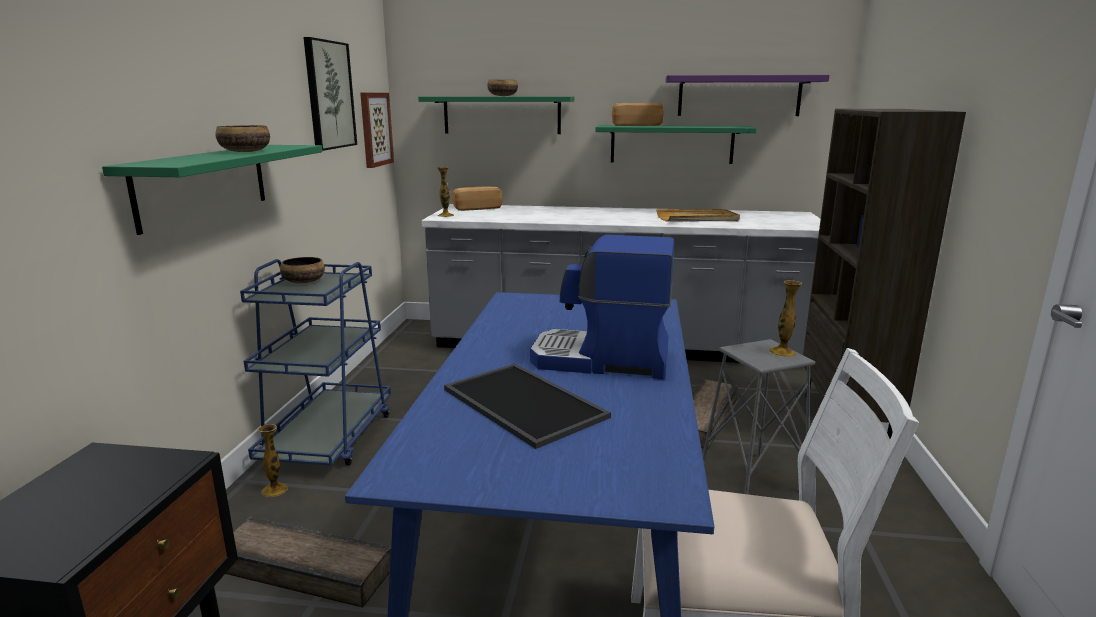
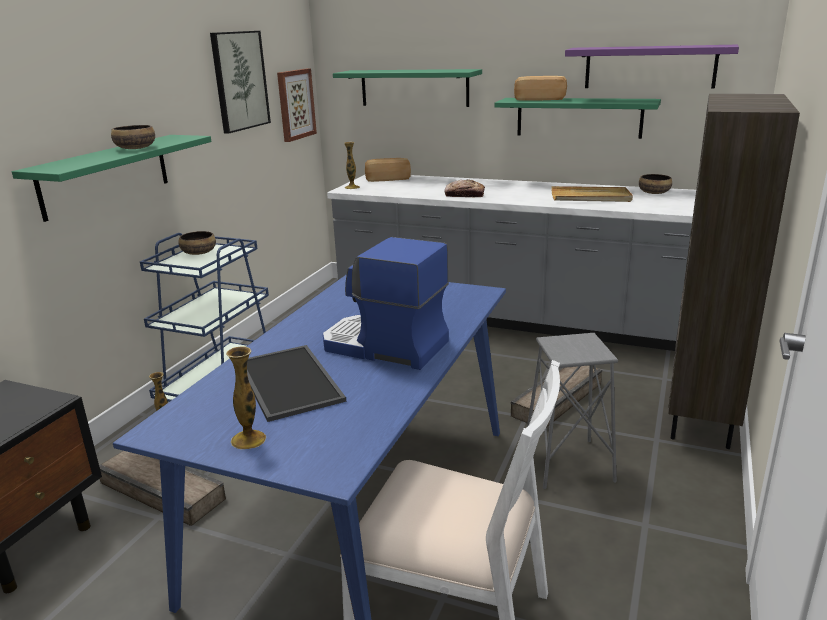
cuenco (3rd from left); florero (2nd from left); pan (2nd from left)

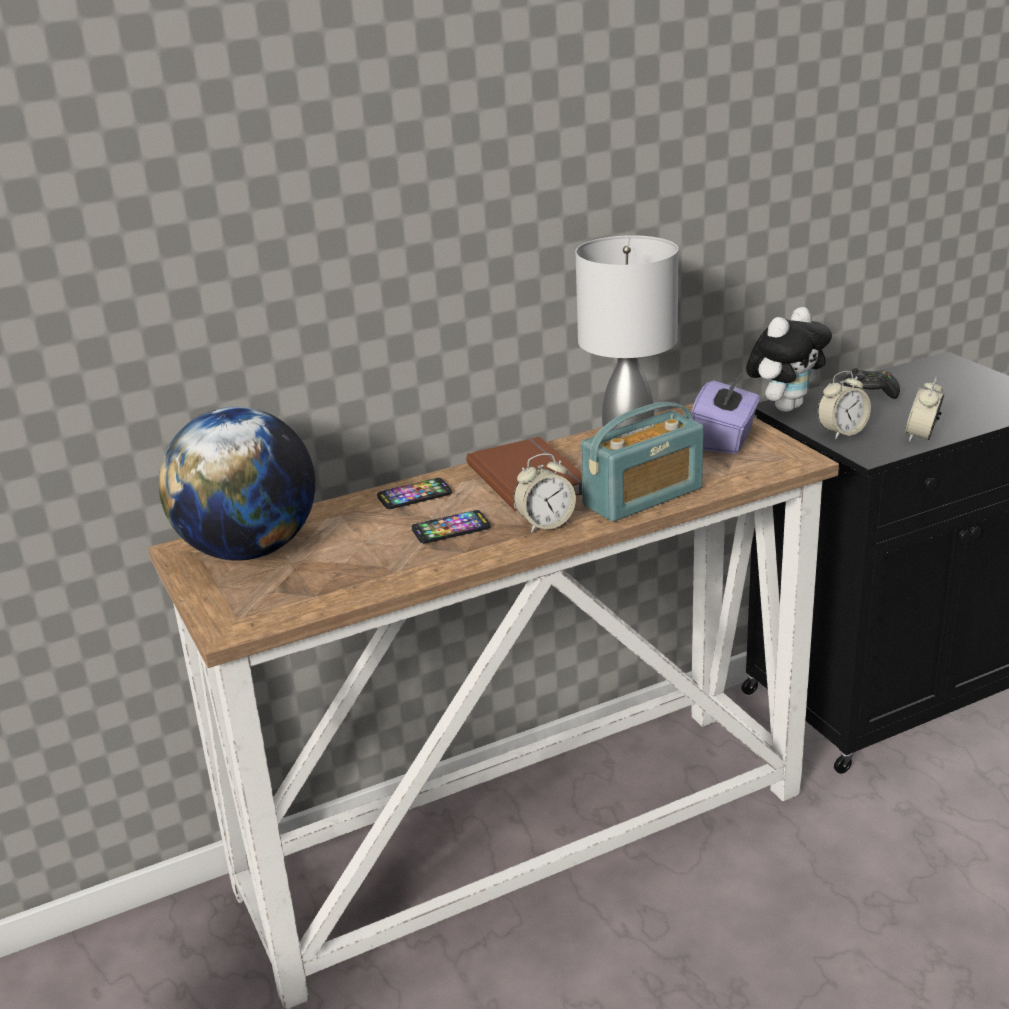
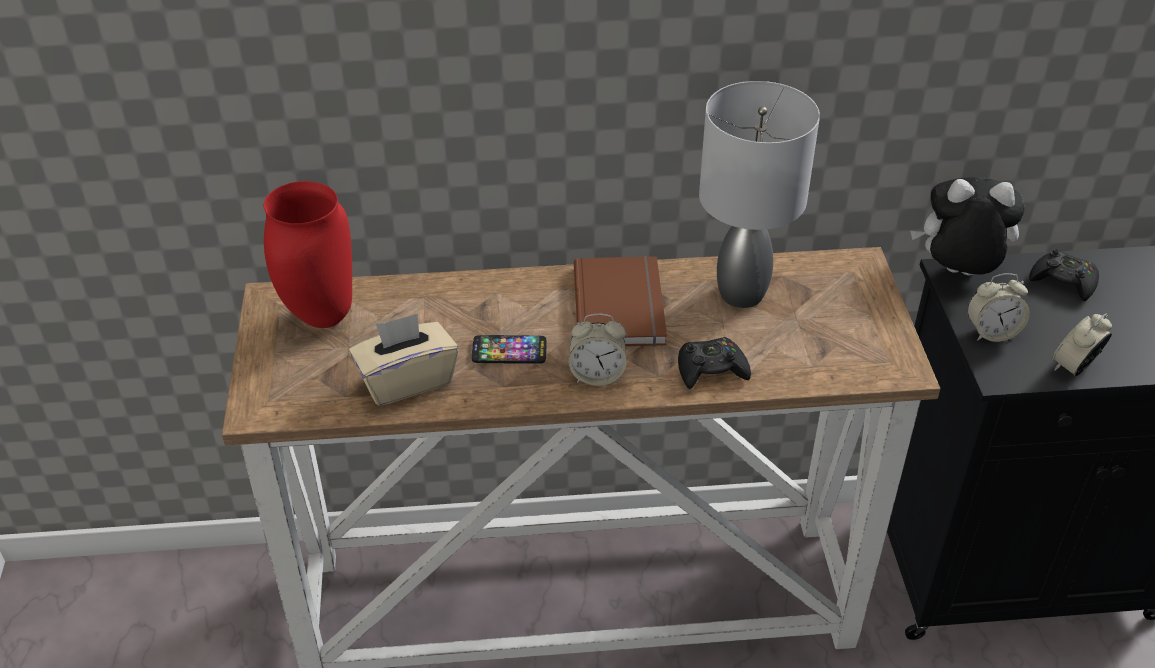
florero (rojo); móvil (1st from left in the first image); mando de consola (negro) (1st from left); caja de pañuelos (morado); peluche; caja de pañuelos (beis)

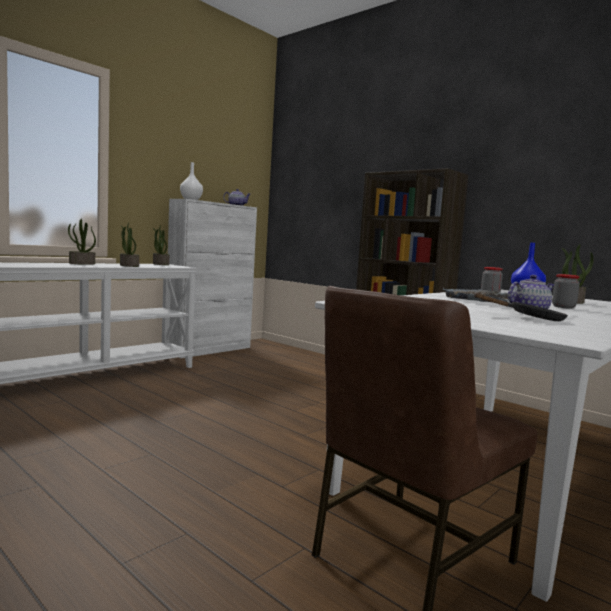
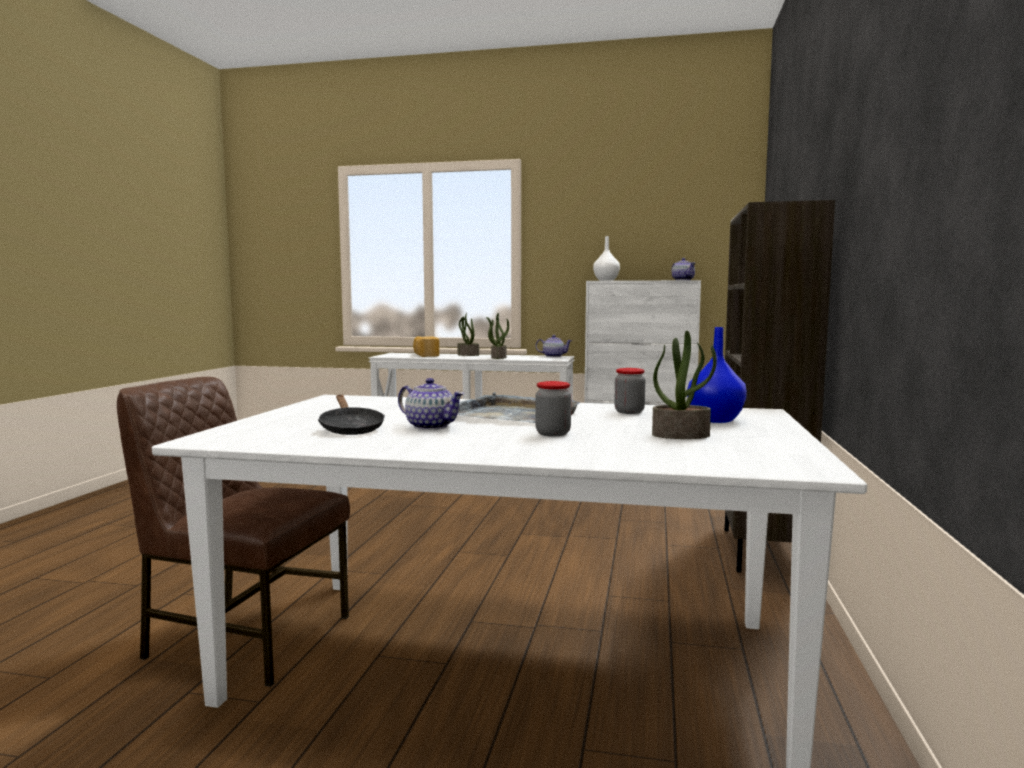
tetera (2nd from left); pan

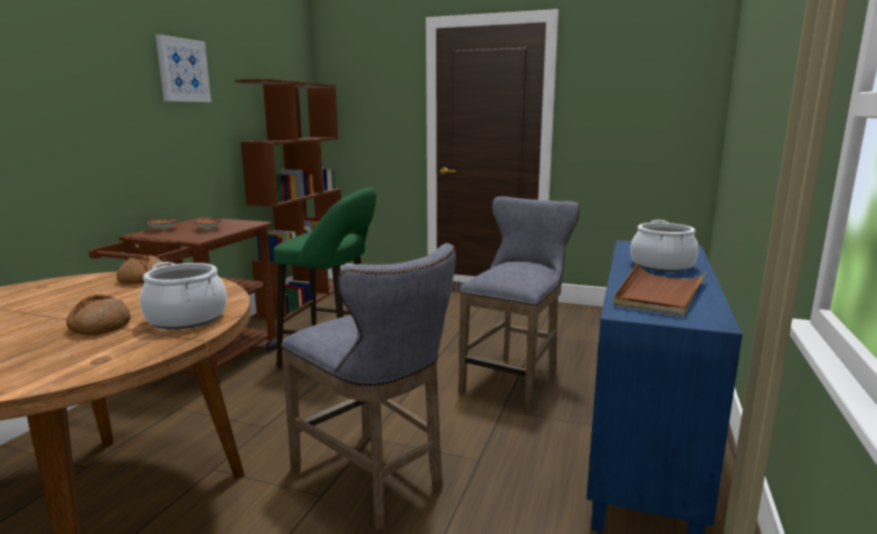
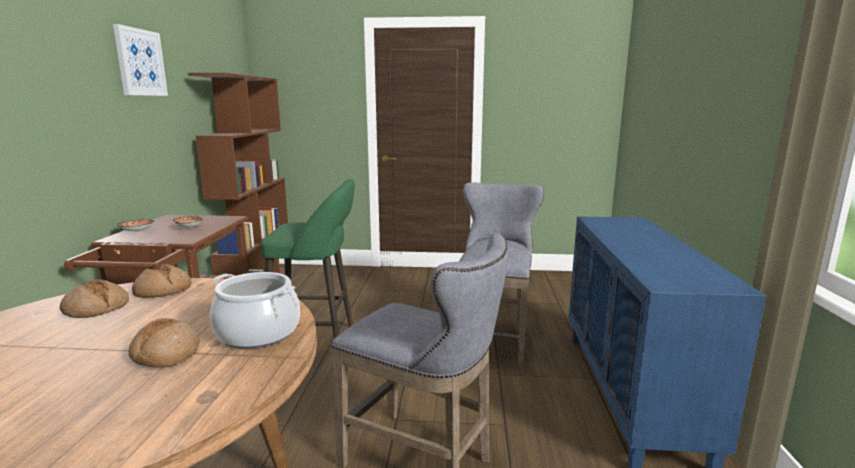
bandeja (marrón); olla (2nd from left in the first image); pan (1st from left)

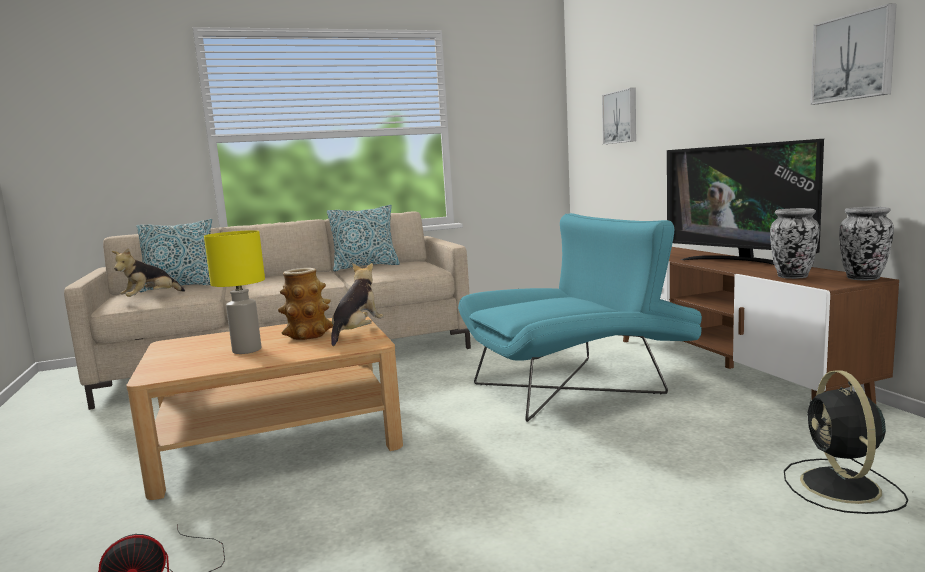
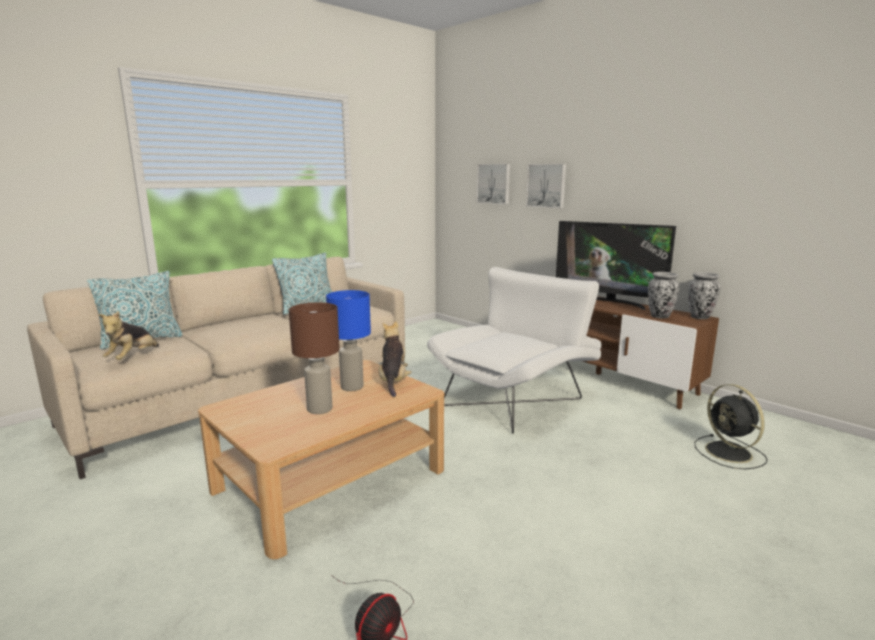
lámpara de mesa (marrón); lámpara de mesa (azul); sillón (blanco); cuadro (2nd from left)

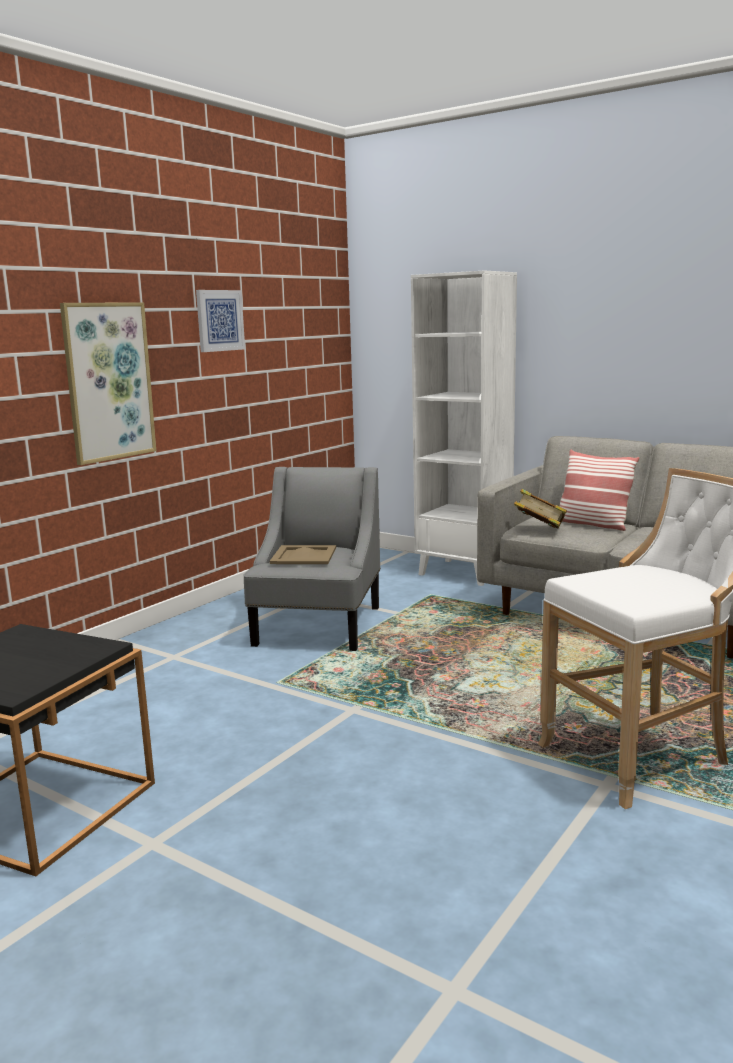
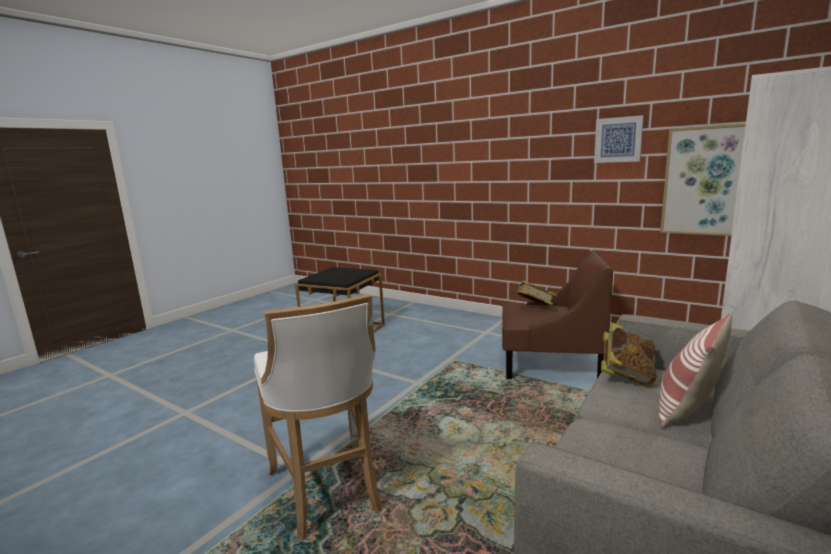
cuadro (2nd from left); sillón (marrón); libro (1st from left)

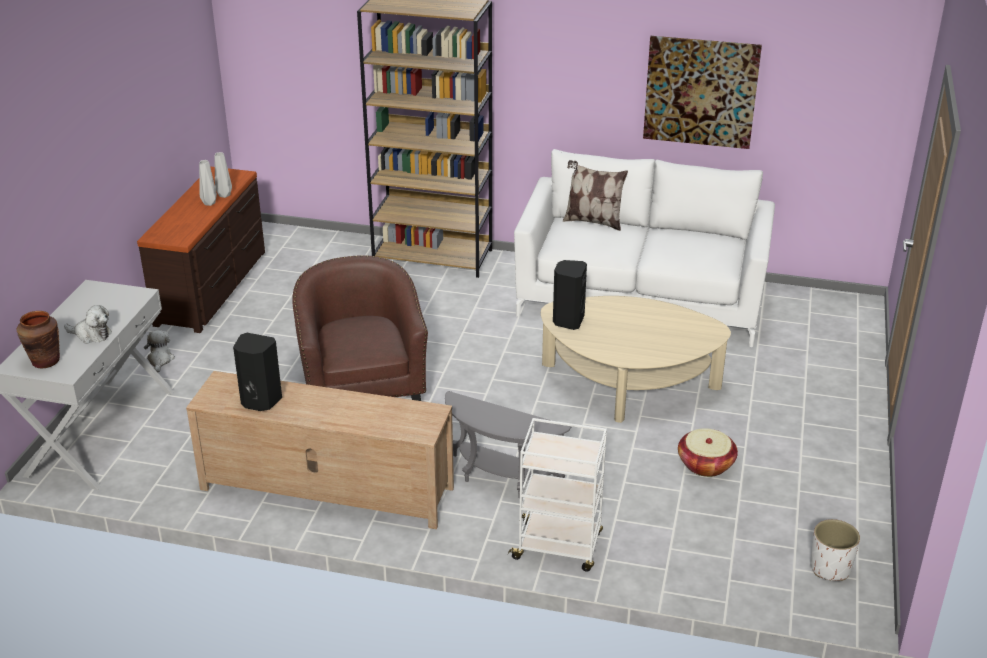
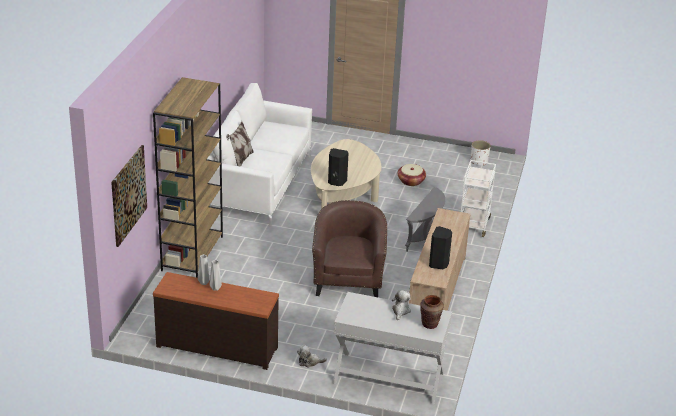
sillón (marrón); cuadro

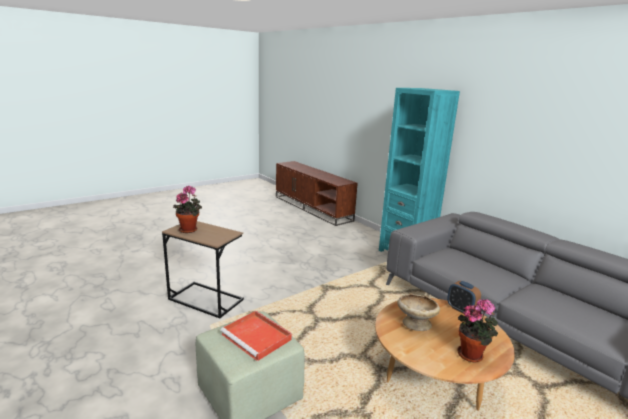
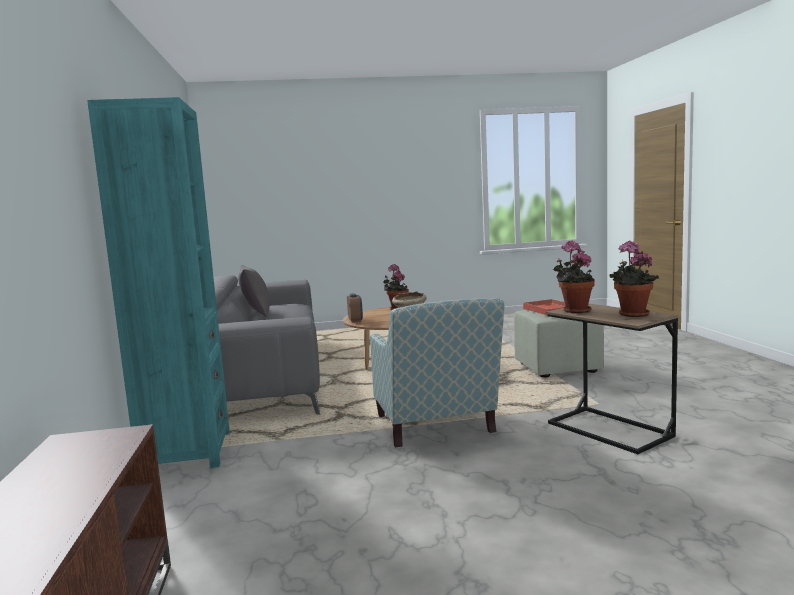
cojín (gris); sillón; planta en maceta (2nd from left)

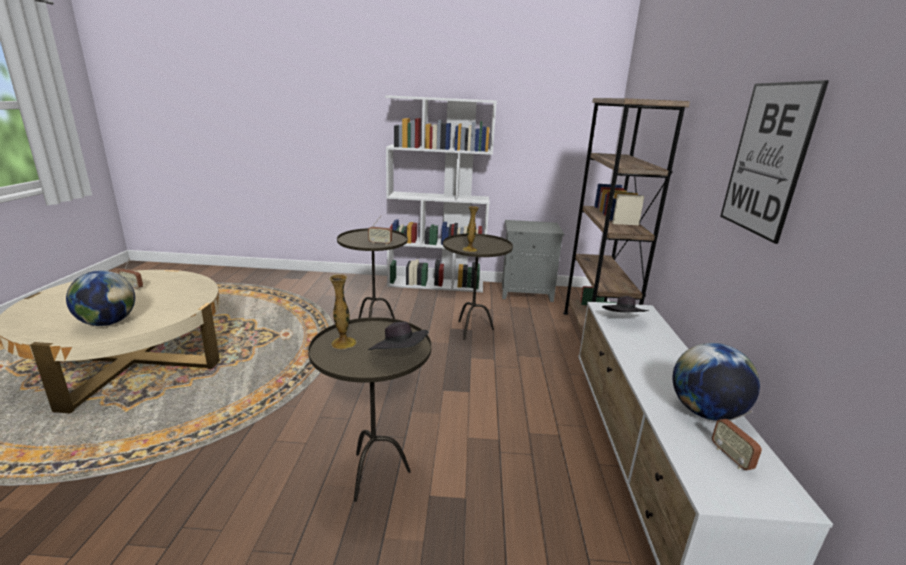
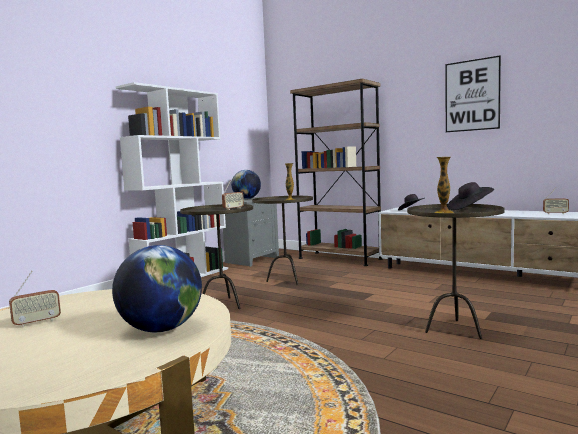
globo terráqueo (2nd from left)

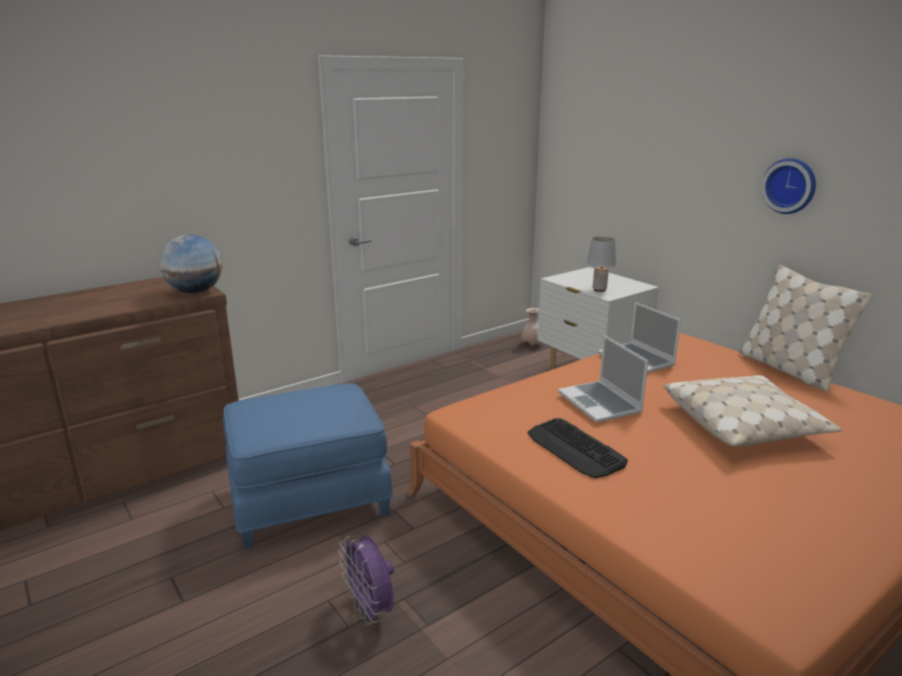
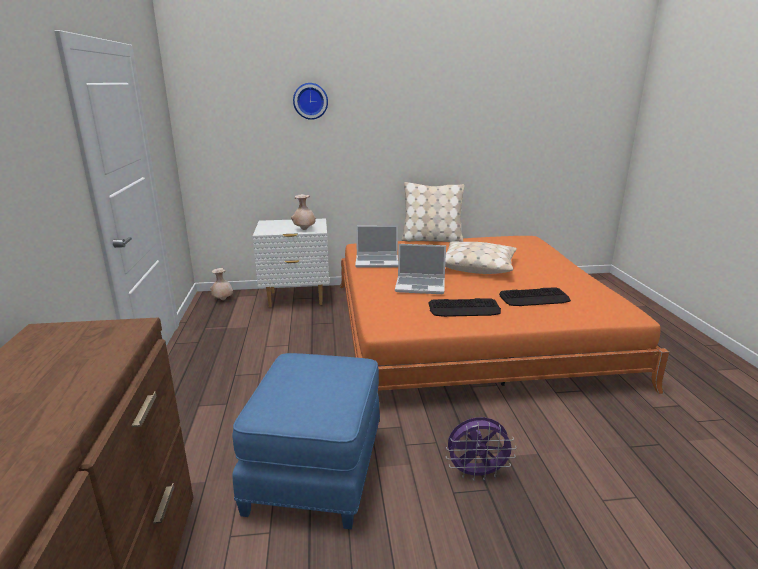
globo terráqueo; florero (beis) (2nd from left); reloj de pared; teclado (2nd from left)

